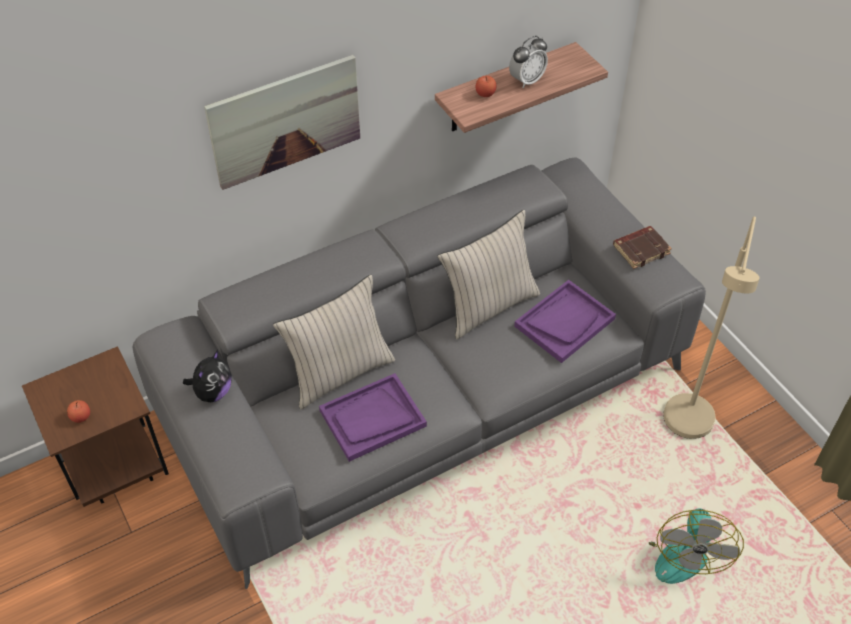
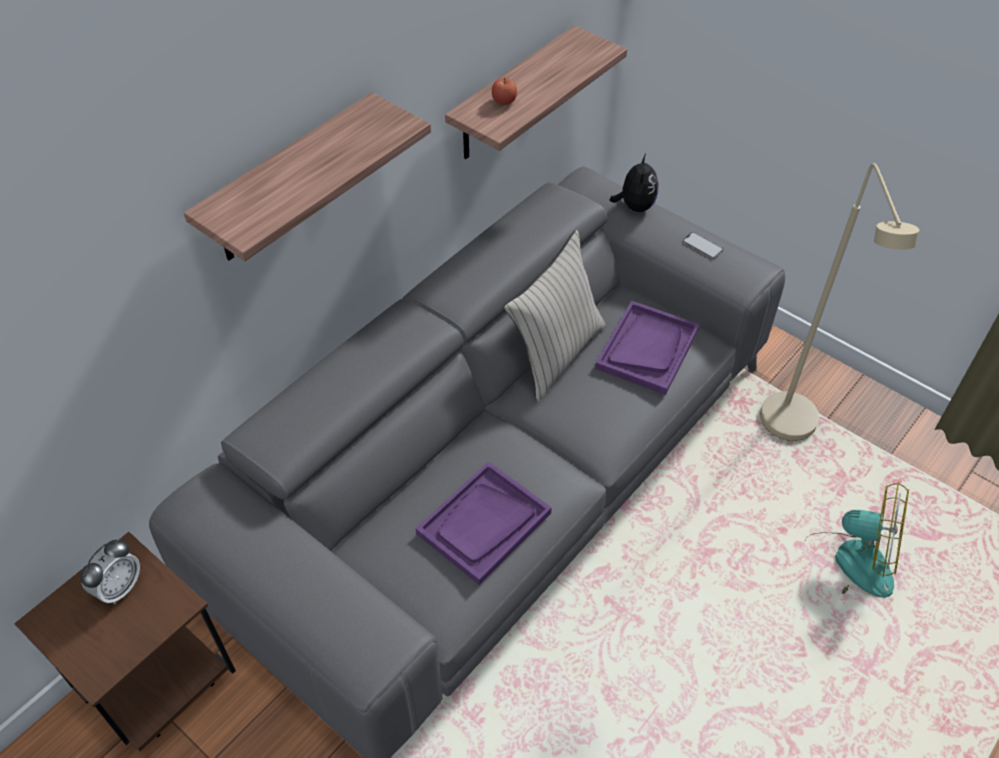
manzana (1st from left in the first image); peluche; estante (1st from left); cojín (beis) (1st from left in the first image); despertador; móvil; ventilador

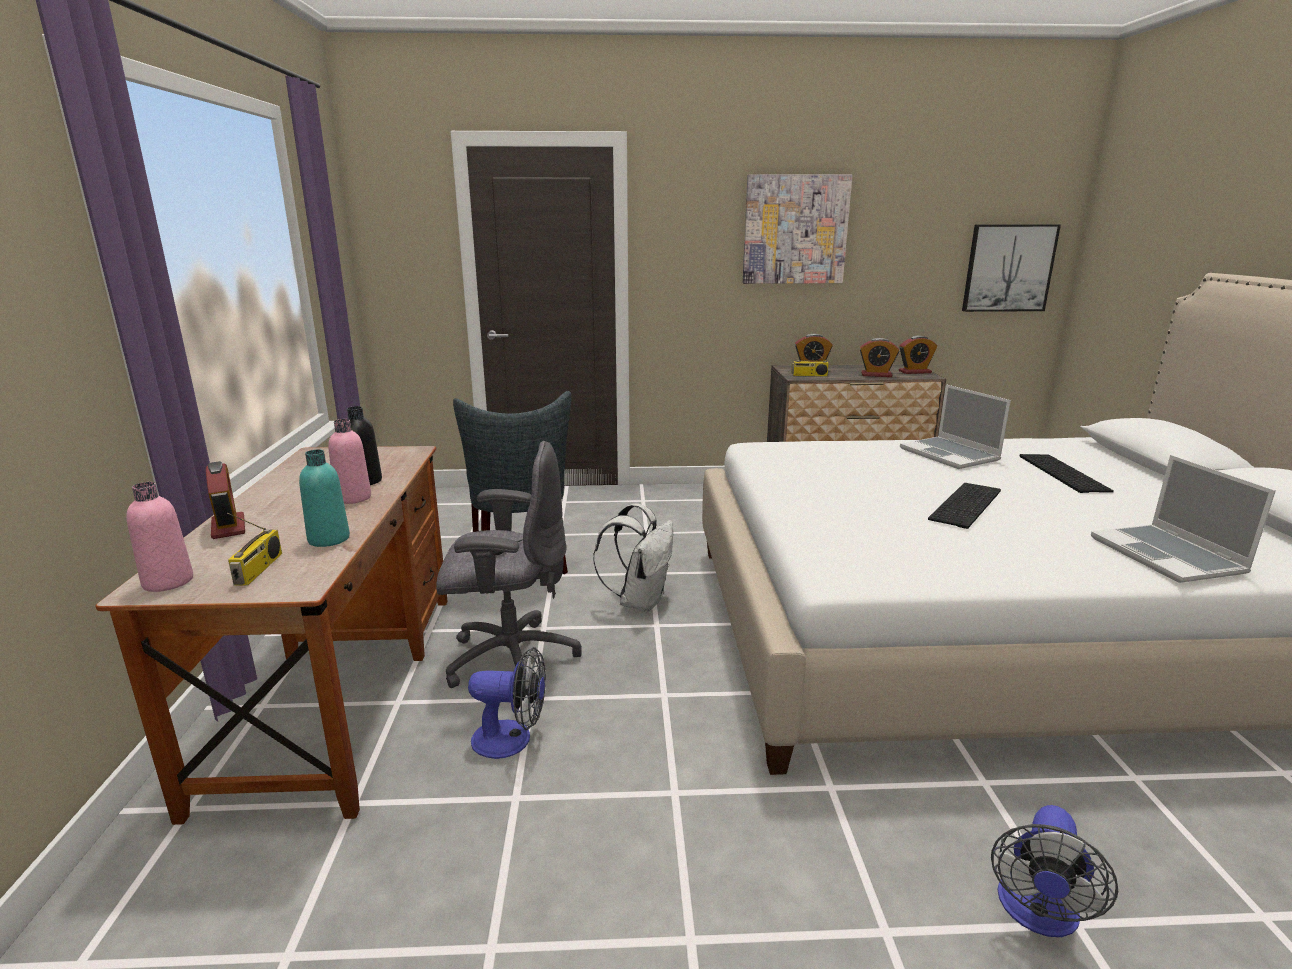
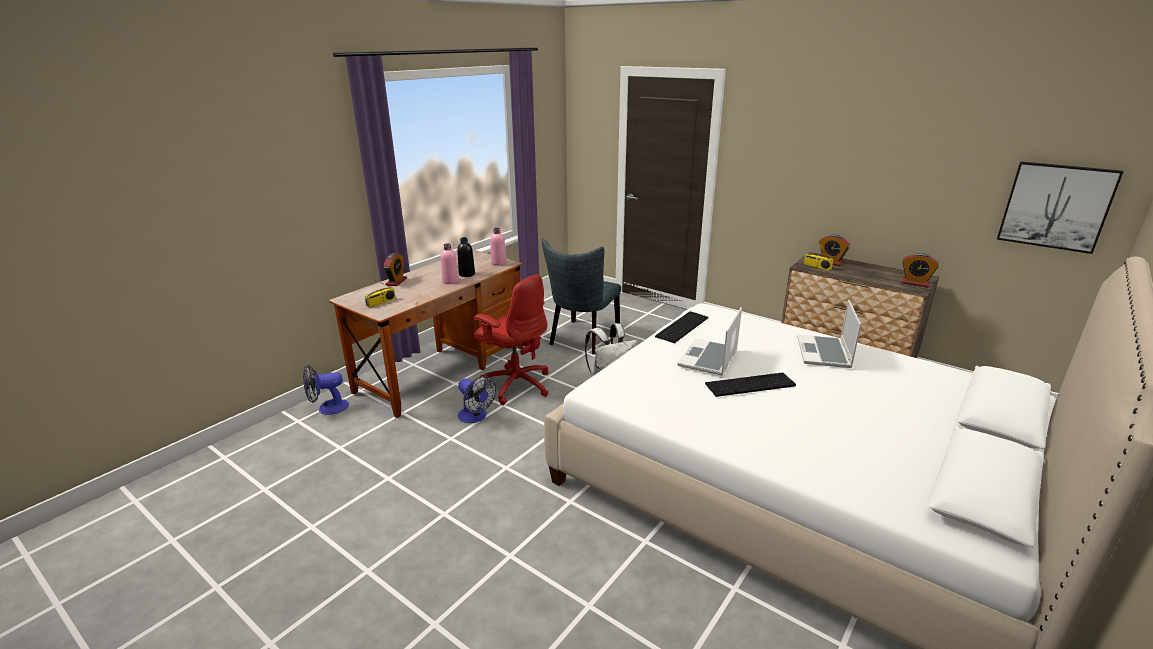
botella (rosa) (2nd from left); botella (turquesa); silla de oficina (rojo); cuadro (1st from left in the first image); despertador (3rd from left in the first image); ventilador (1st from left); teclado (1st from left); portátil (1st from left)

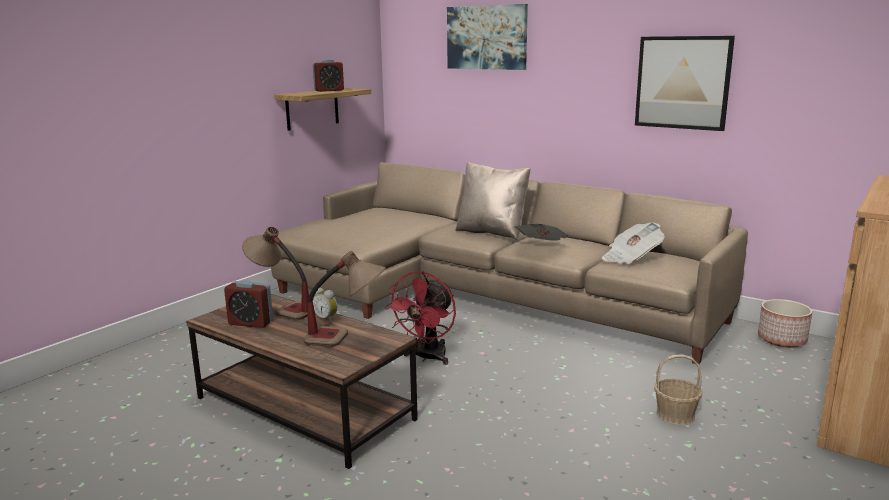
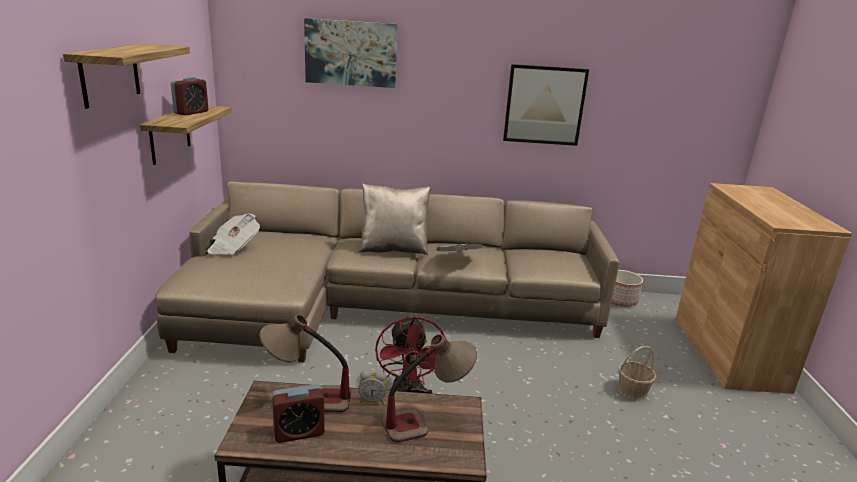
periódico (1st from left); estante (1st from left)

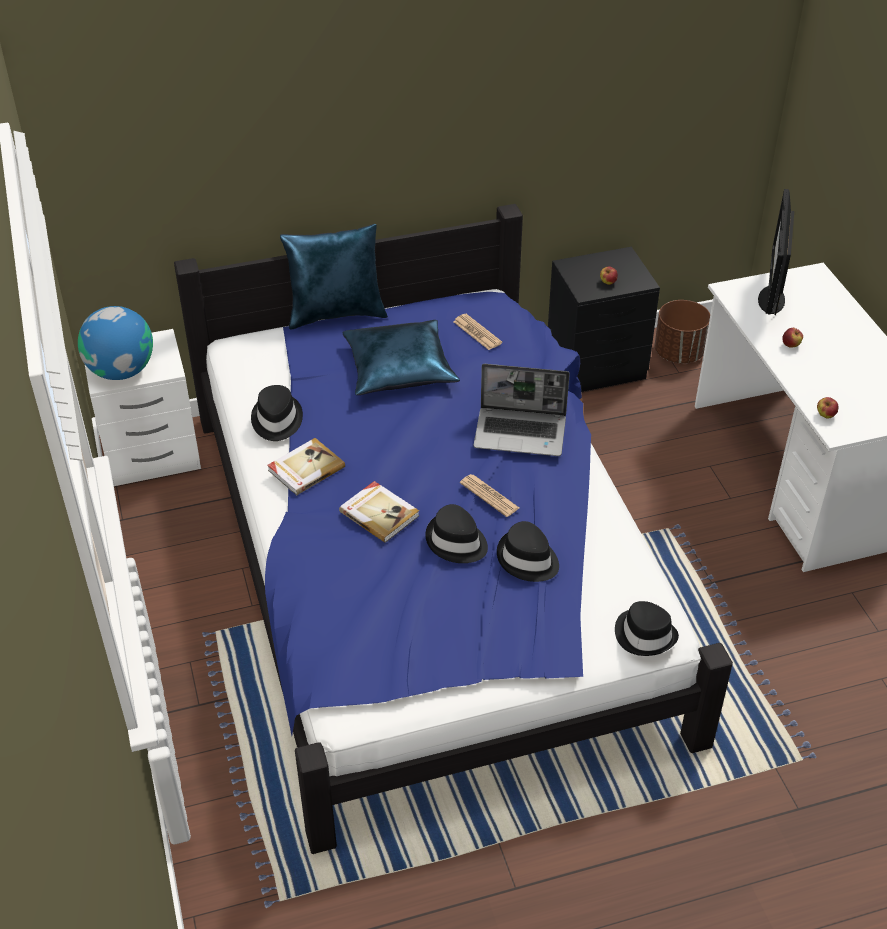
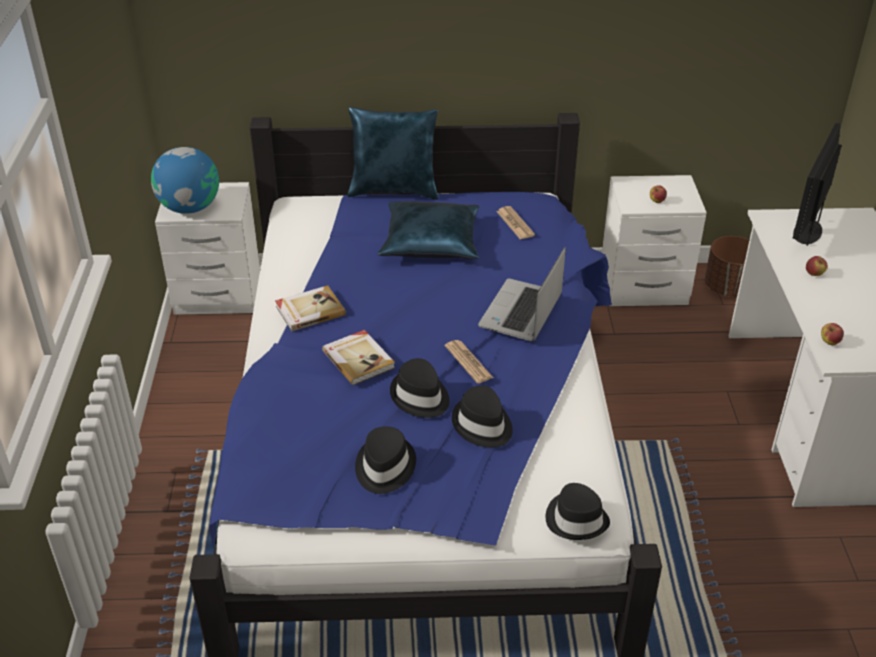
sombrero (negro) (1st from left); portátil; mesita de noche (blanco) (2nd from left)

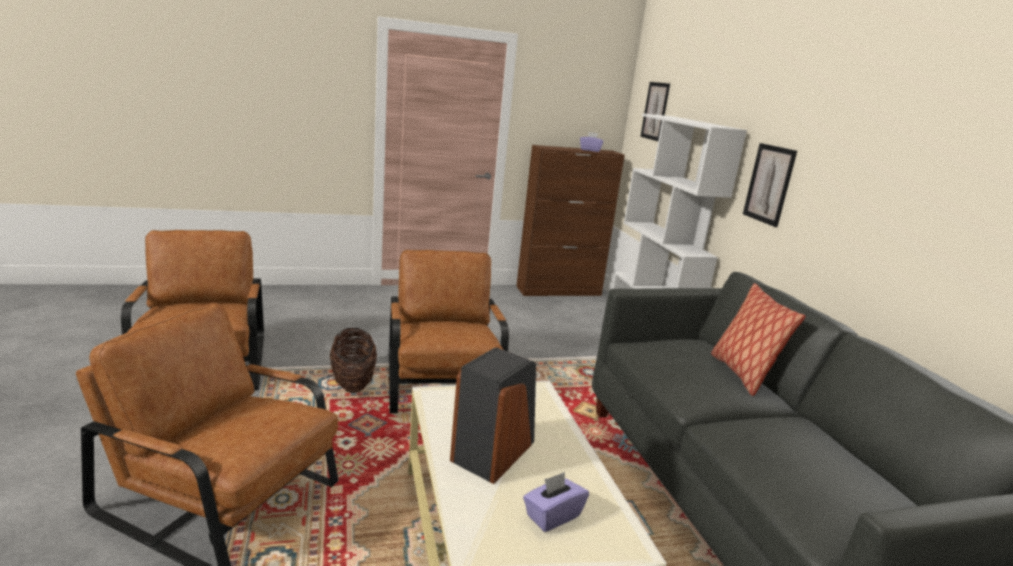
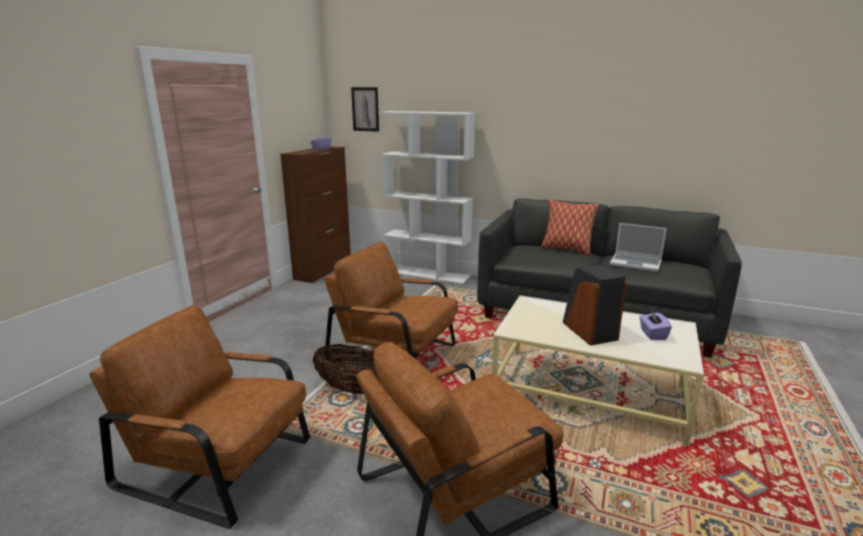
cuadro (2nd from left in the first image); portátil

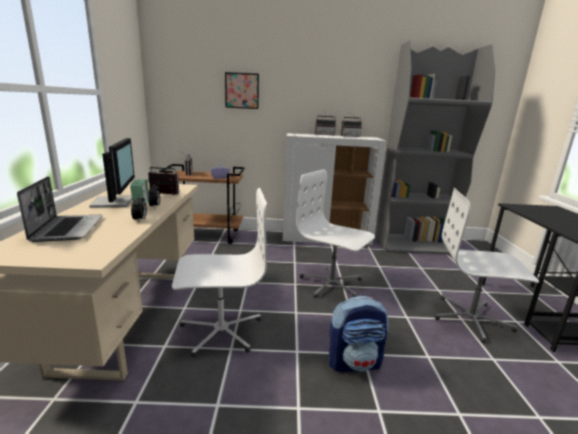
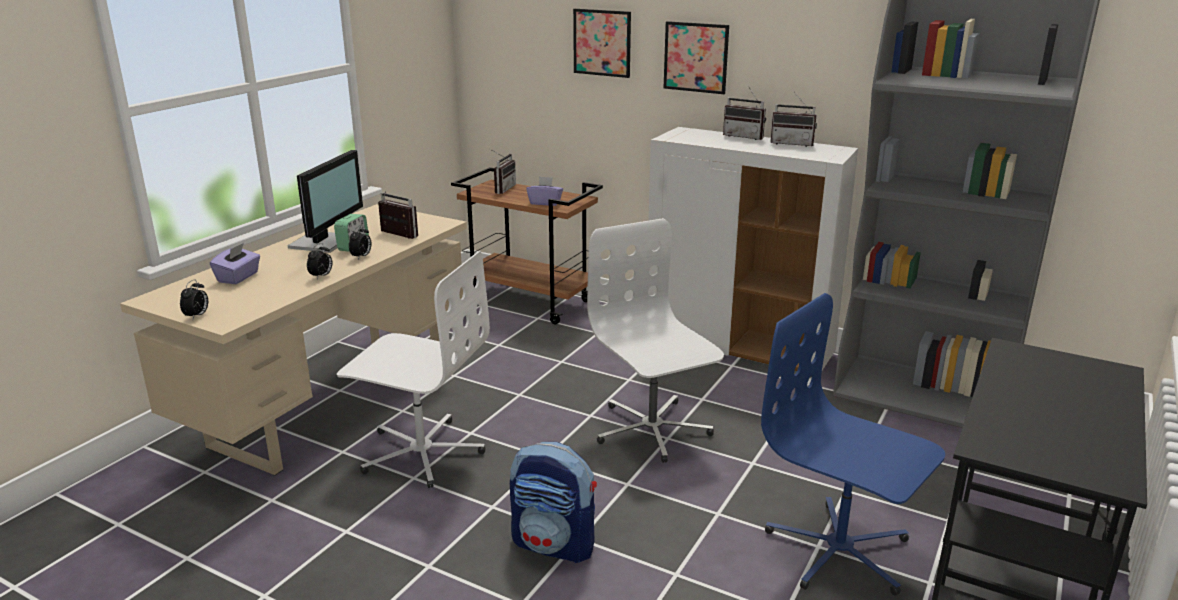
caja de pañuelos (morado) (1st from left); silla de oficina (azul); despertador (1st from left); cuadro (2nd from left)

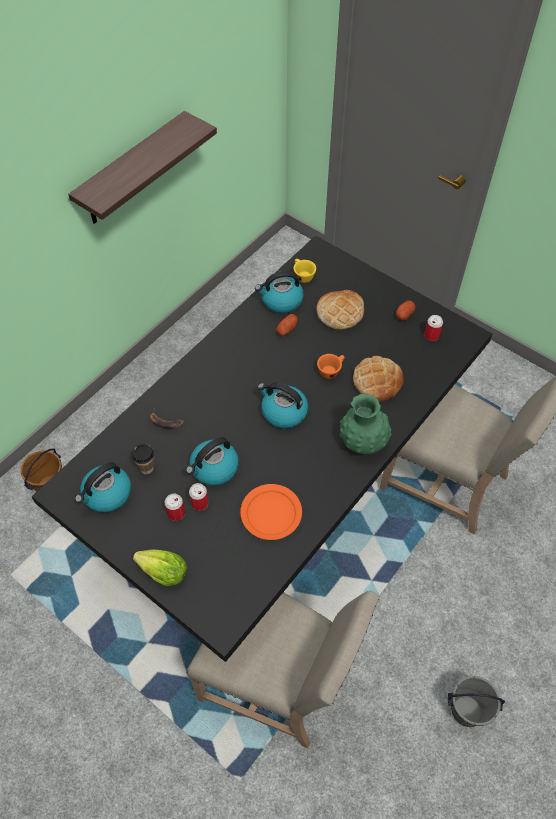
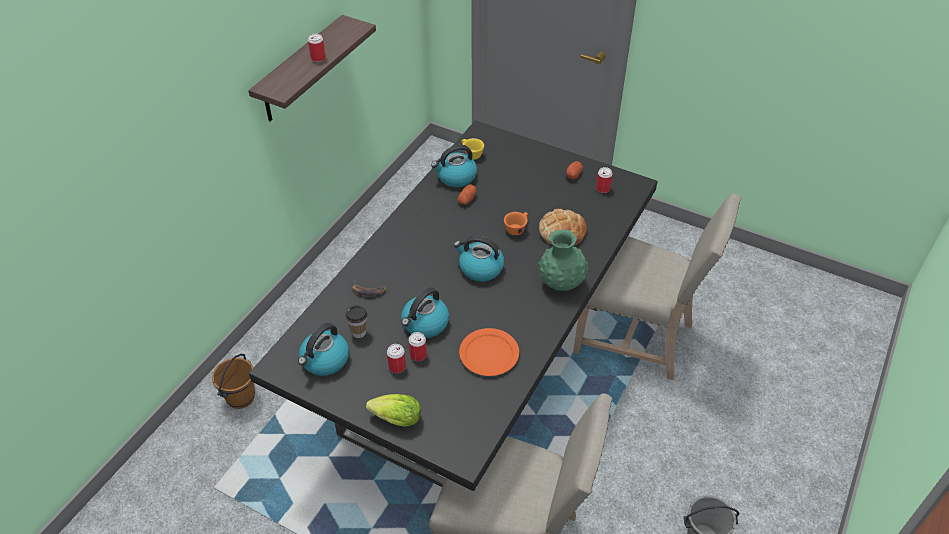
pan (1st from left in the first image); lata (1st from left)

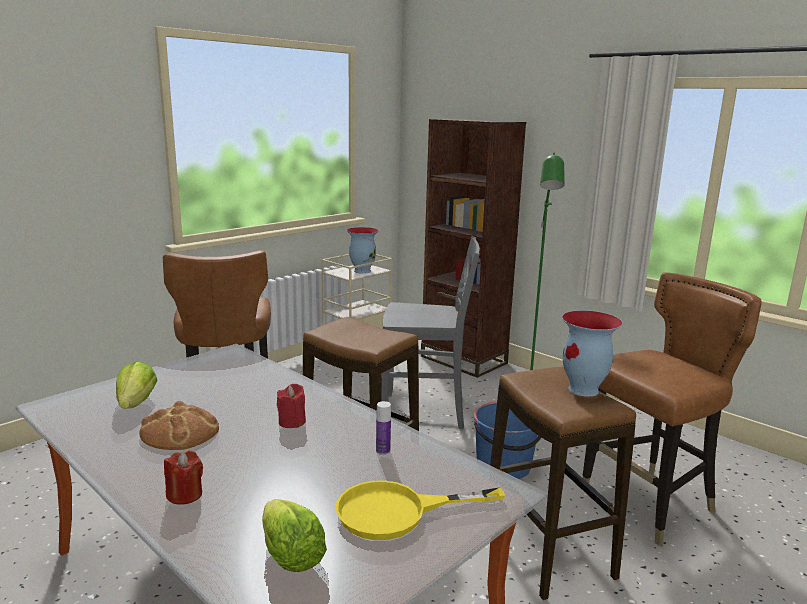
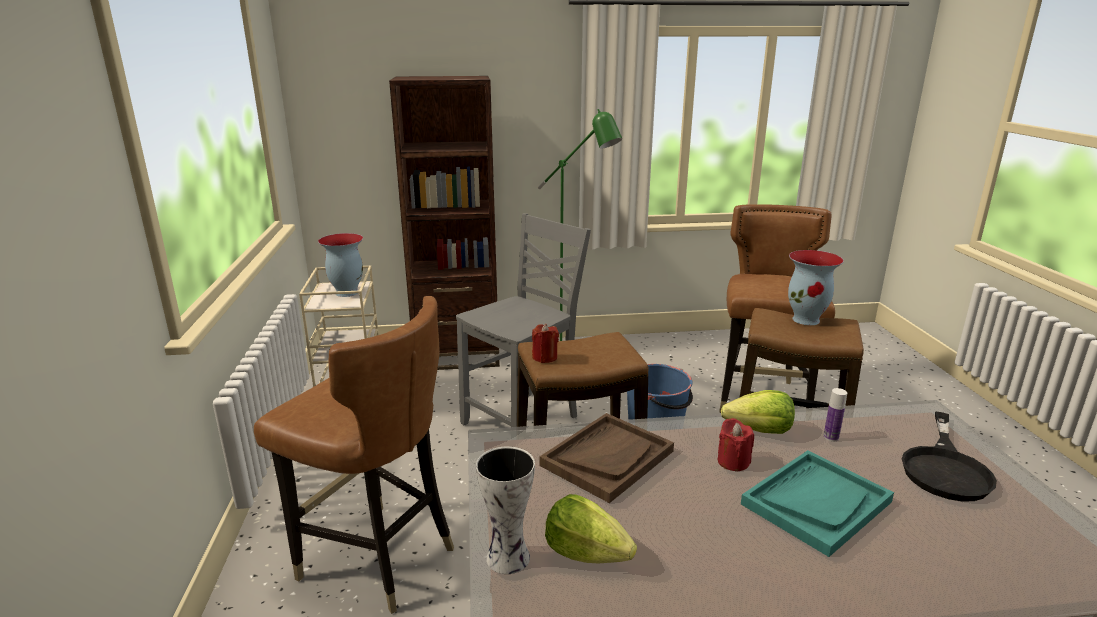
pan; vela (rojo) (1st from left); lechuga (2nd from left); sartén (negro); florero (2nd from left); bandeja (marrón); bandeja (turquesa)

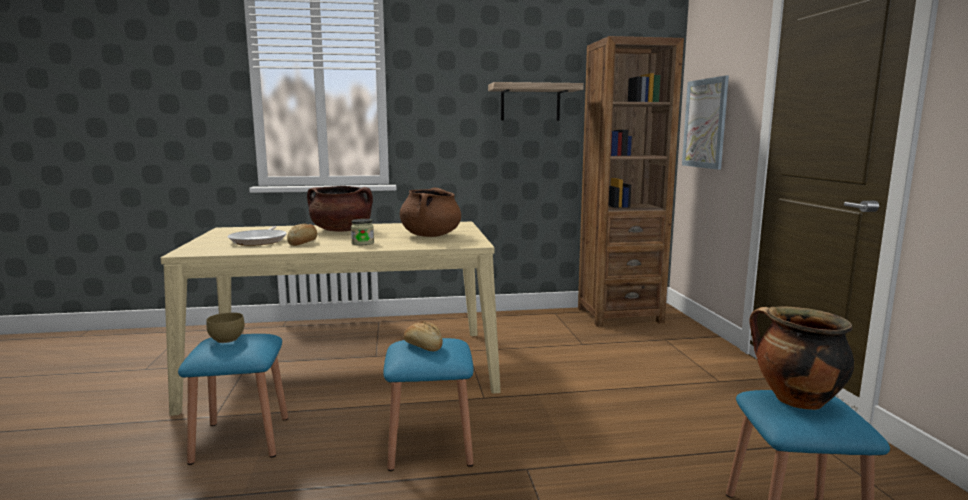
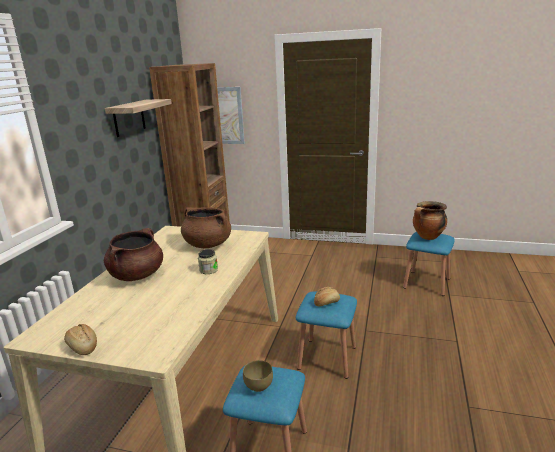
sartén; pan (1st from left)

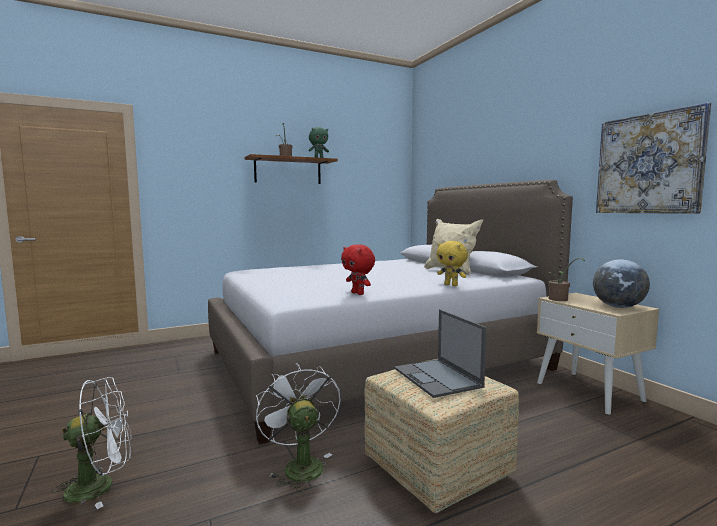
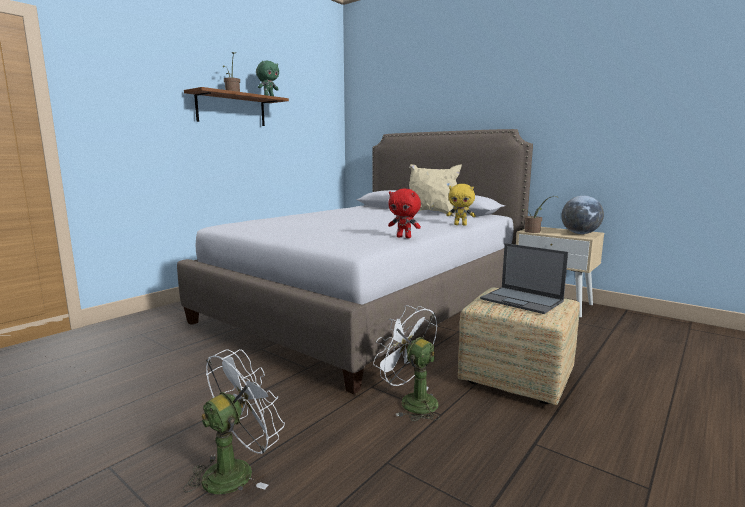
cuadro

